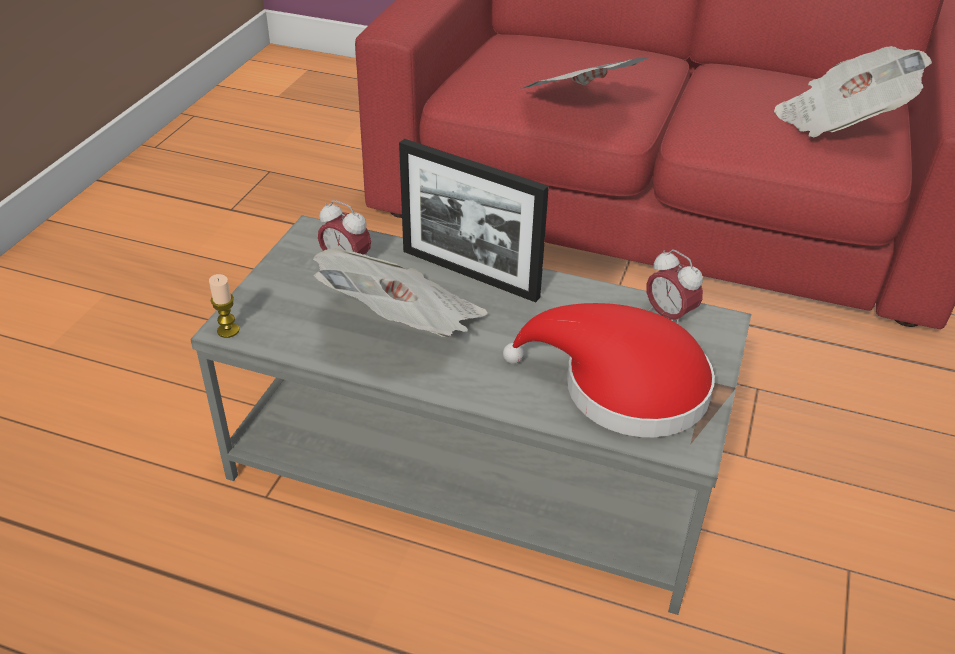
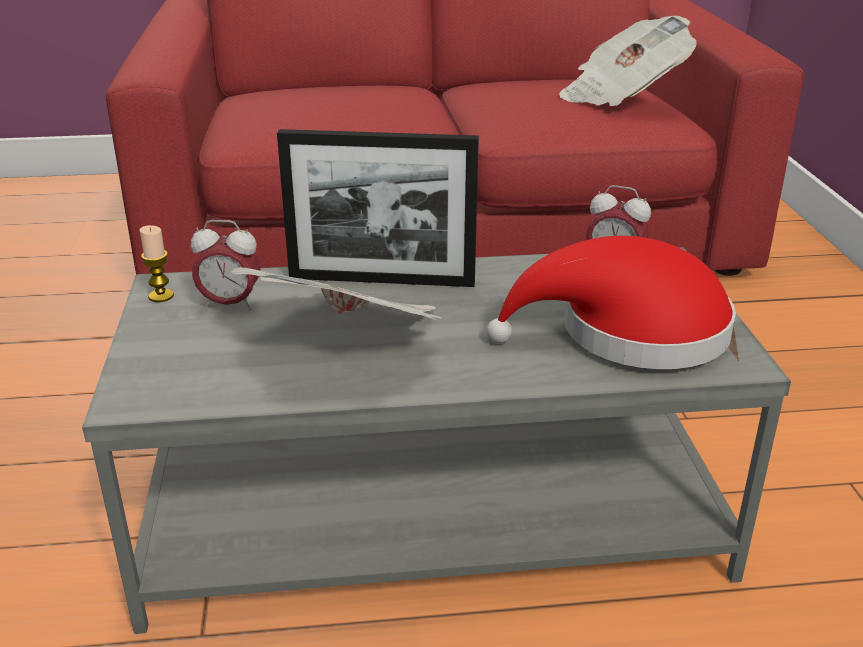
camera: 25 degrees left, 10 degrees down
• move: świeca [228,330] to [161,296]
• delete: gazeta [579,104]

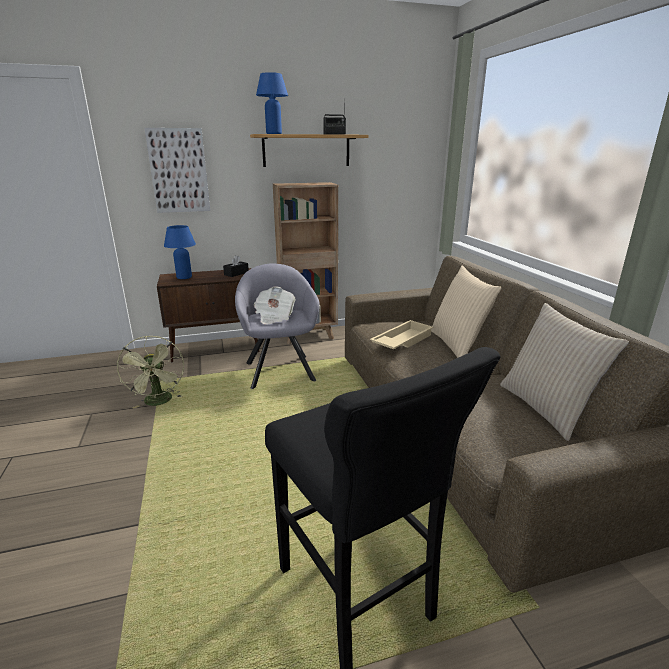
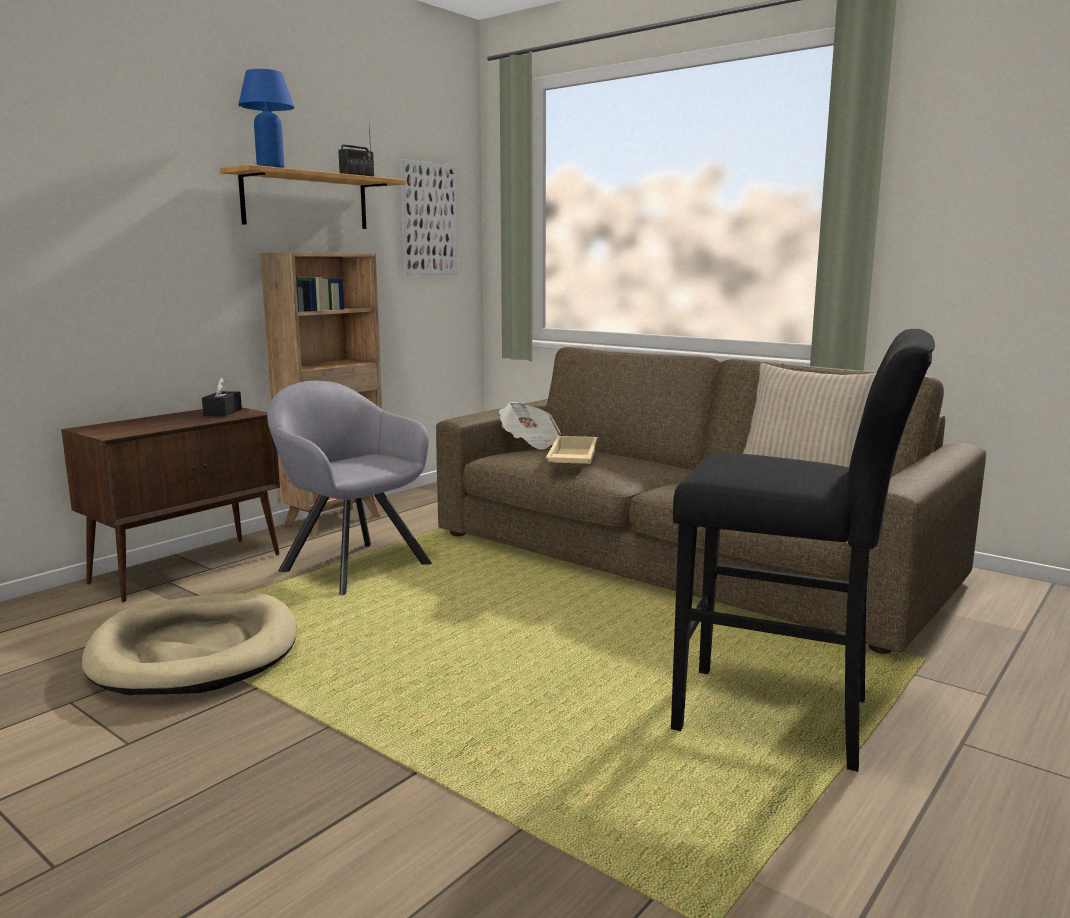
camera: 35 degrees left, 10 degrees down
• replace: wentylator/zielony [159,402] to legowisko/beżowy [196,651]
• move: obraz [179,171] to [428,219]
• delete: lampa stołowa/niebieski [184,277]
• move: gazeta [274,316] to [530,443]
• delete: poduszka/beżowy [457,345]

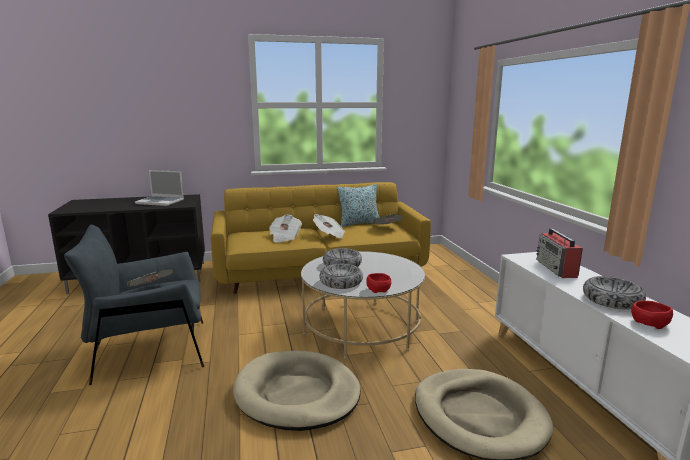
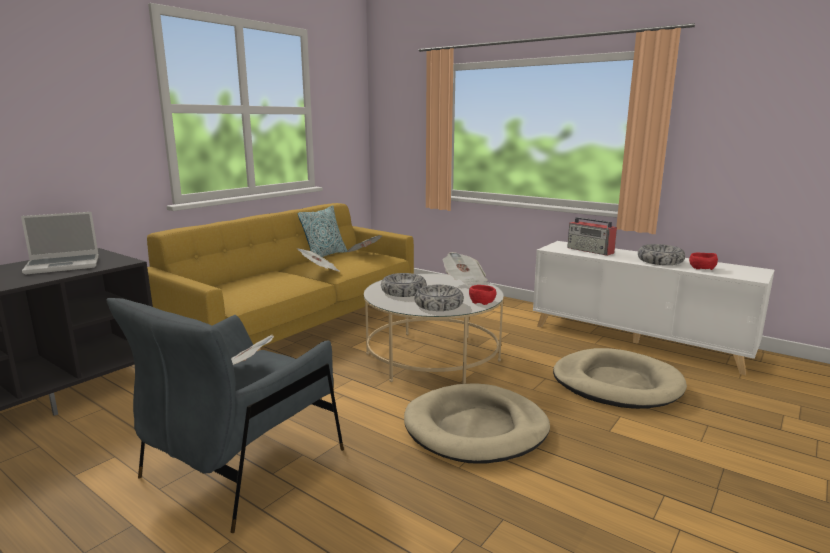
camera: 40 degrees left, 0 degrees up
• move: gazeta [284,237] to [464,282]

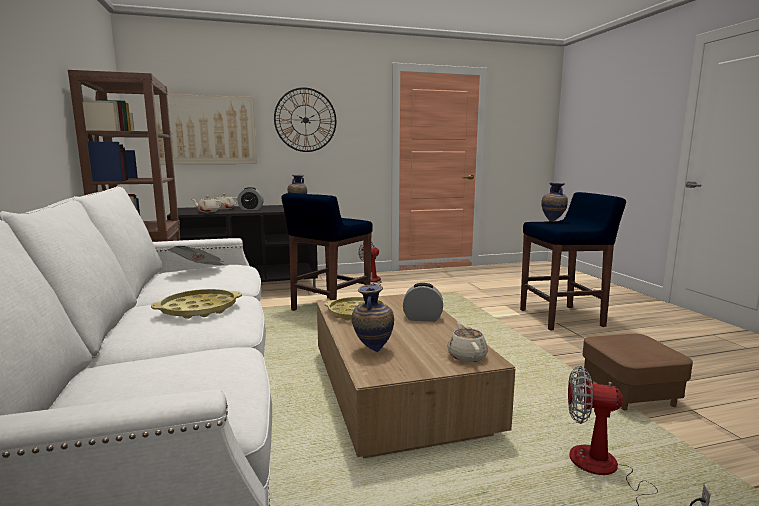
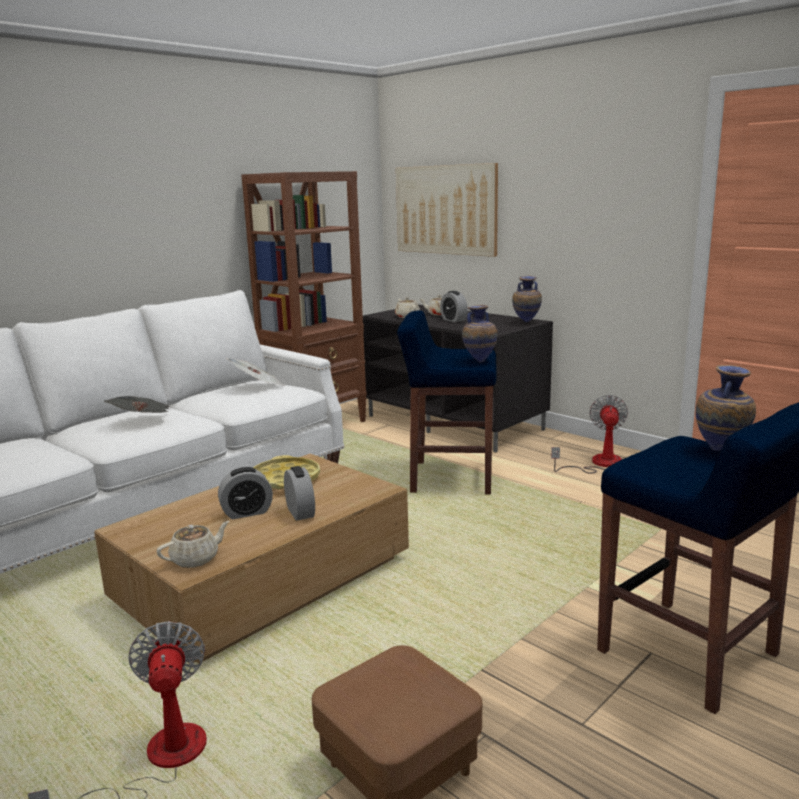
camera: 60 degrees right, 5 degrees up
• replace: taca/żółty [199,309] to gazeta [143,421]
• delete: zegar ścienny [305,120]
• move: wazon [372,350] to [479,361]
• insert: budzik [247,512]

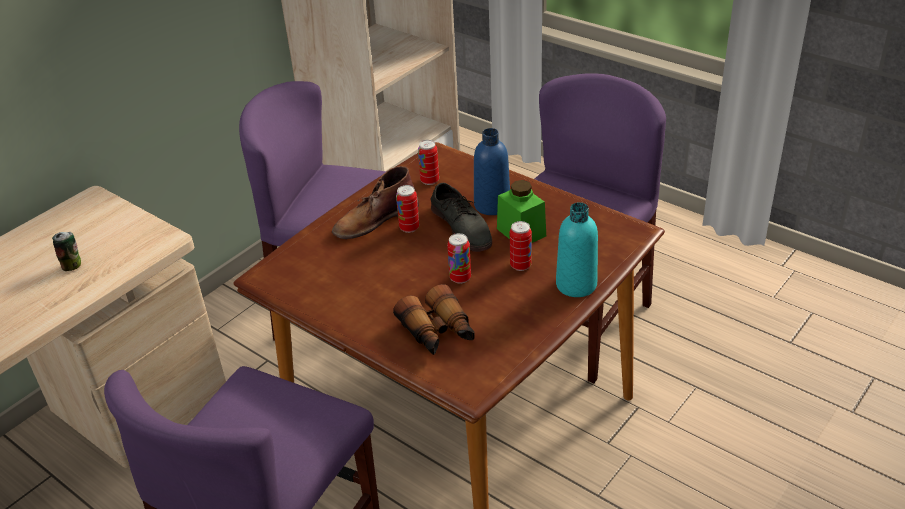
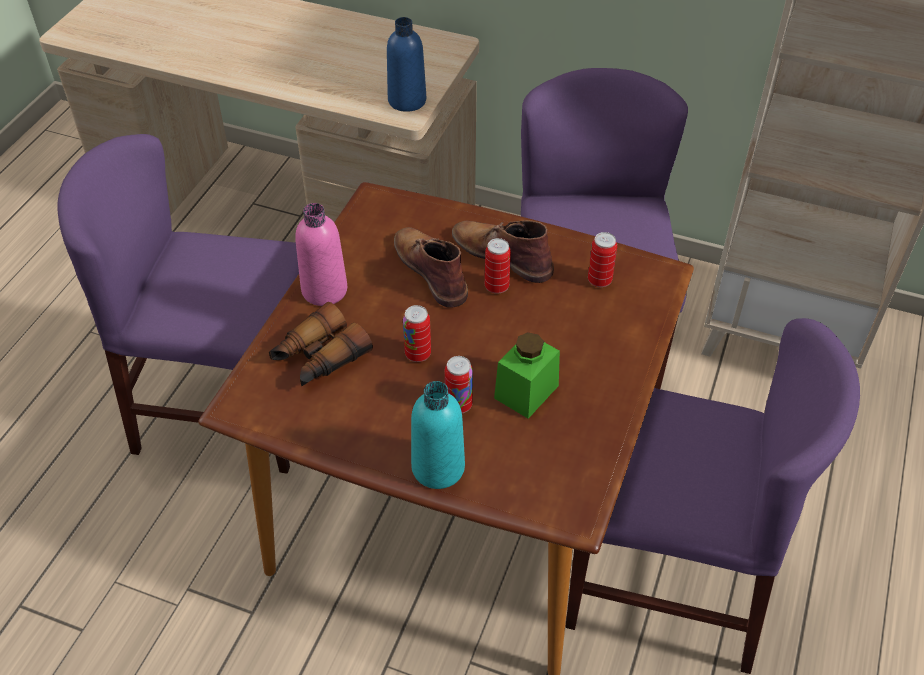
camera: 70 degrees right, 10 degrees up
• delete: puszka [72,265]
• delete: but/szary [462,226]
• move: butelka/niebieski [492,205] to [407,101]
• insert: butelka/różowy [324,290]
• insert: but z cholewką/brązowy [430,269]

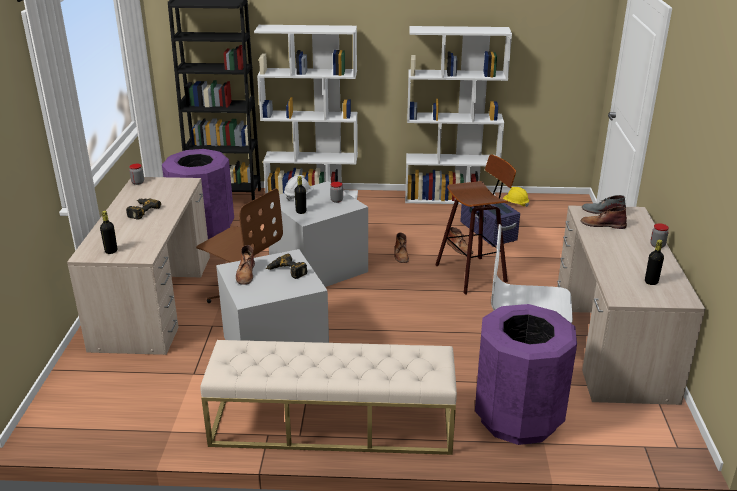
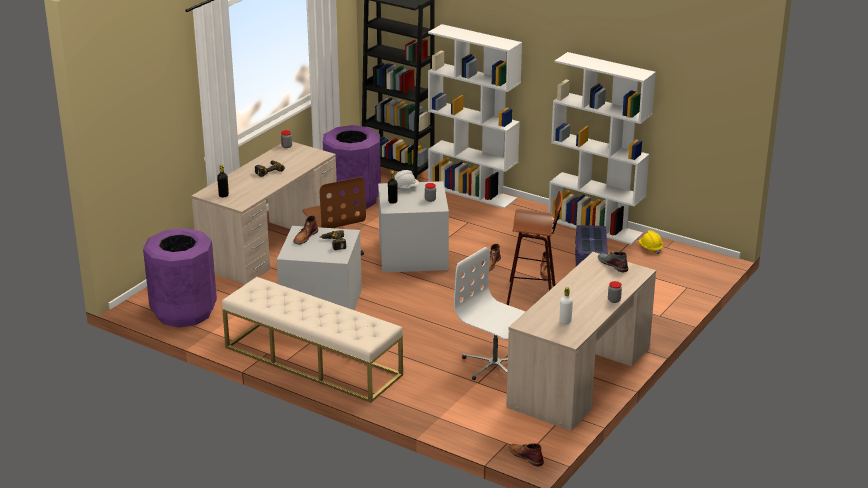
camera: 30 degrees right, 0 degrees up
• move: kosz na śmieci/fioletowy [518,418] to [184,312]
• move: but z cholewką/brązowy [602,224] to [526,456]
• recolor: butelka/czarny [651,282] to butelka/biały [565,322]

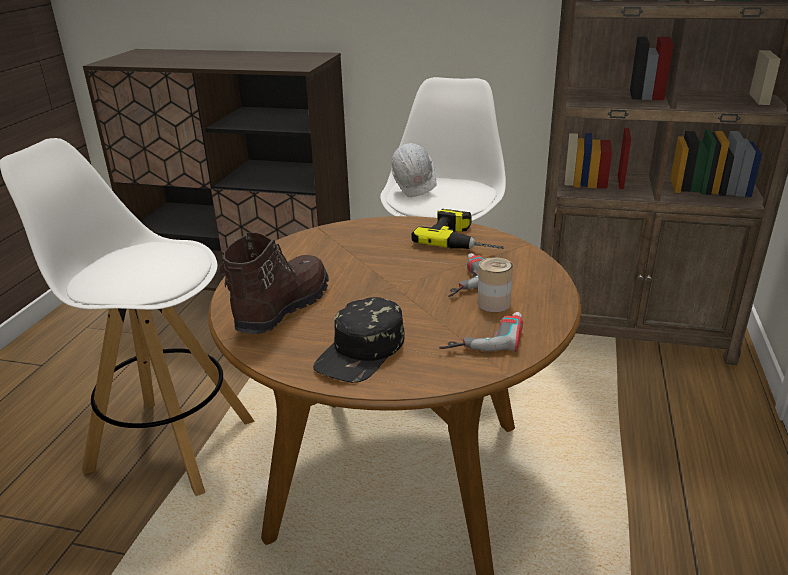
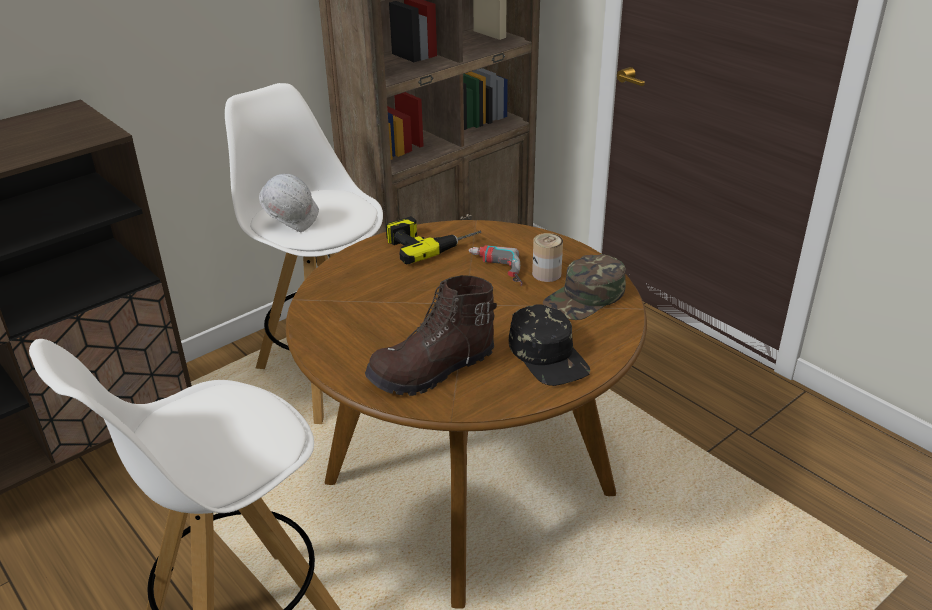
camera: 55 degrees left, 5 degrees up
• rotate: but z cholewką/brązowy [281,308] = [433,371] 90 degrees counterclockwise
• replace: wiertarka [483,336] to czapka z daszkiem/zielony [585,297]

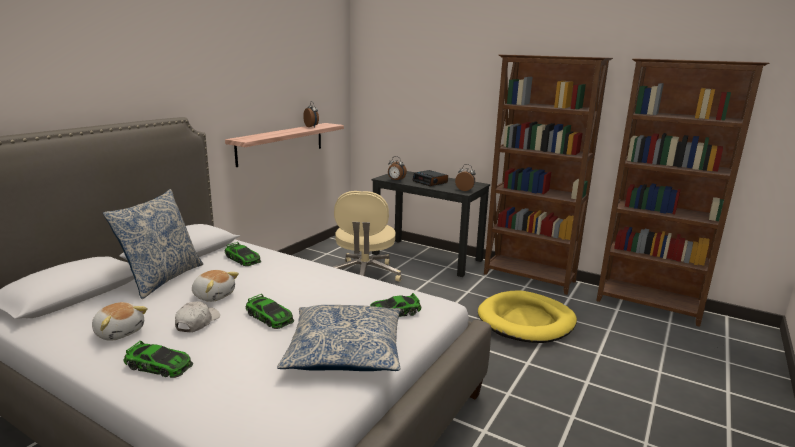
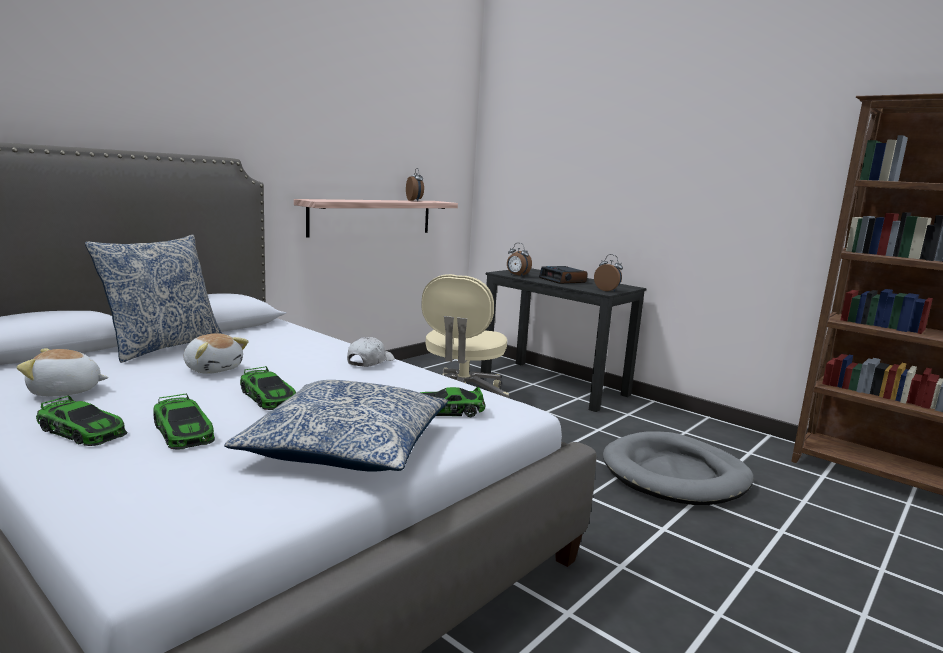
camera: 10 degrees right, 5 degrees down
• rotate: pluszak [120,332] = [65,391] 120 degrees clockwise
• move: czapka z daszkiem/biały [197,322] to [370,361]
• move: samochodzik [243,259] to [183,431]
• recolor: legowisko/żółty [526,321] to legowisko/szary [675,474]
• delete: regał/brązowy [529,278]

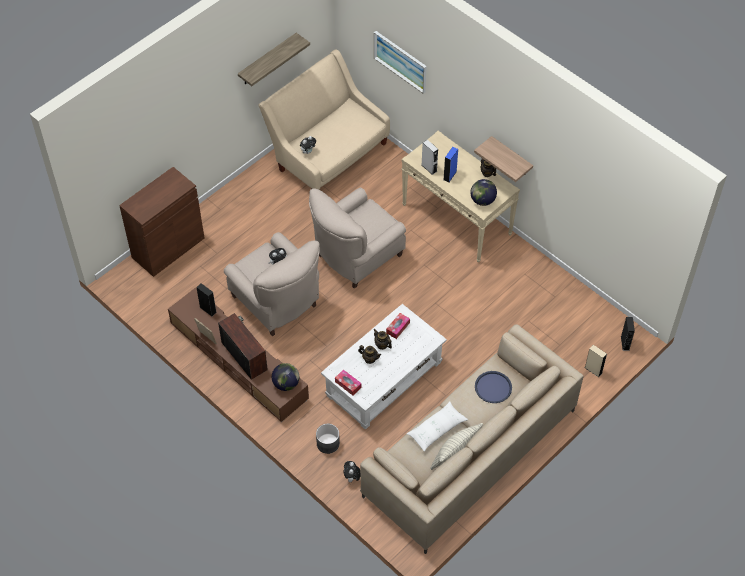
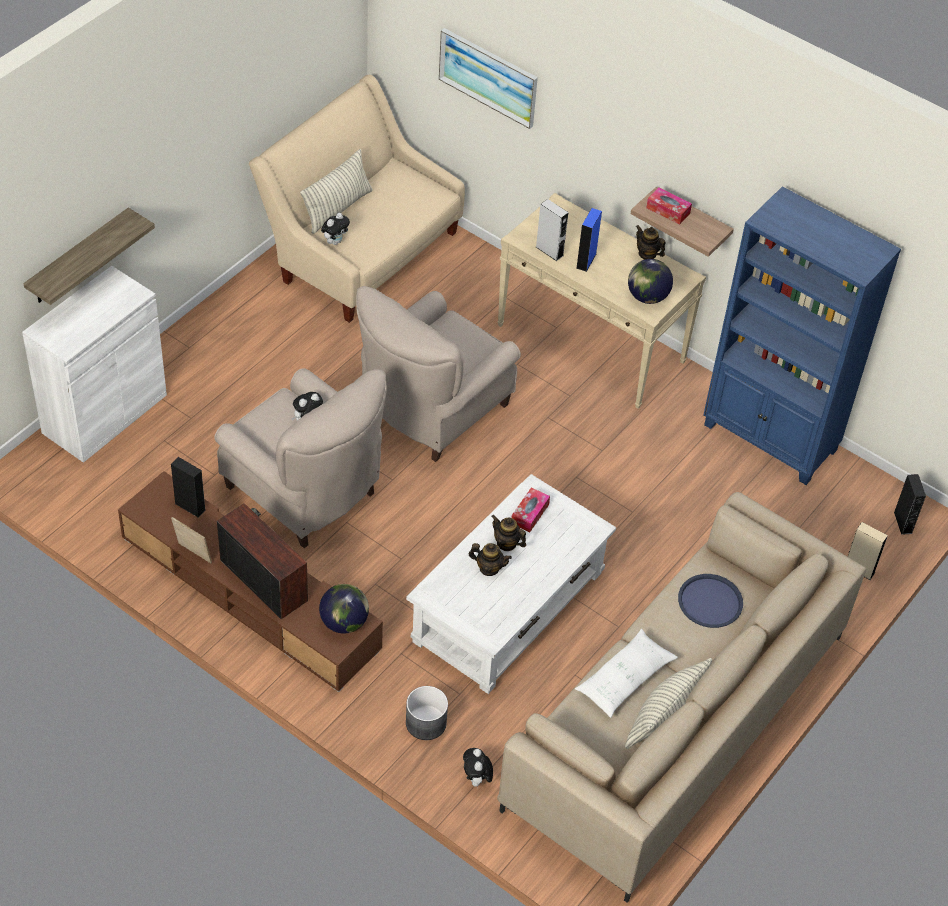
camera: 10 degrees left, 5 degrees down
• recolor: szafka/brązowy [168,248] to szafka/biały [104,414]
• move: półka [267,60] to [78,257]
• move: pudełko chusteczek [348,384] to [668,210]
• insert: poduszka [337,209]
• insert: regał/niebieski [770,439]

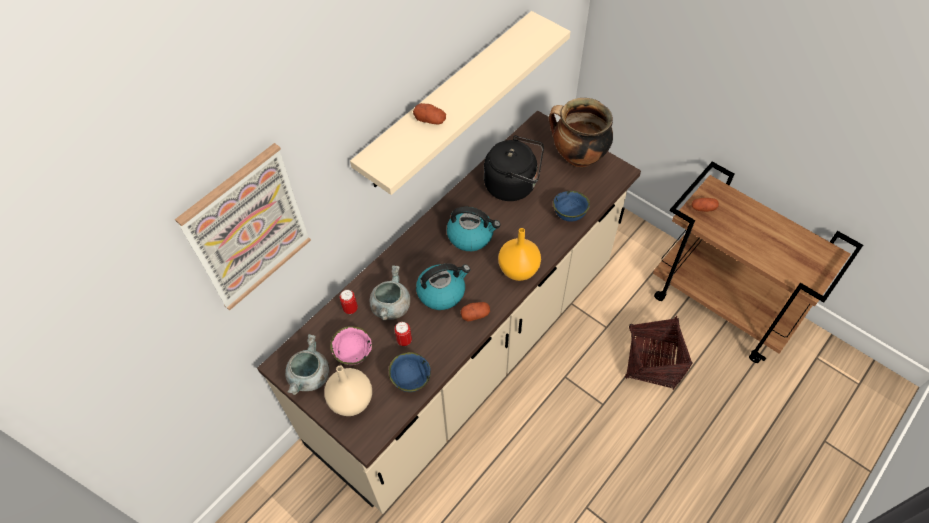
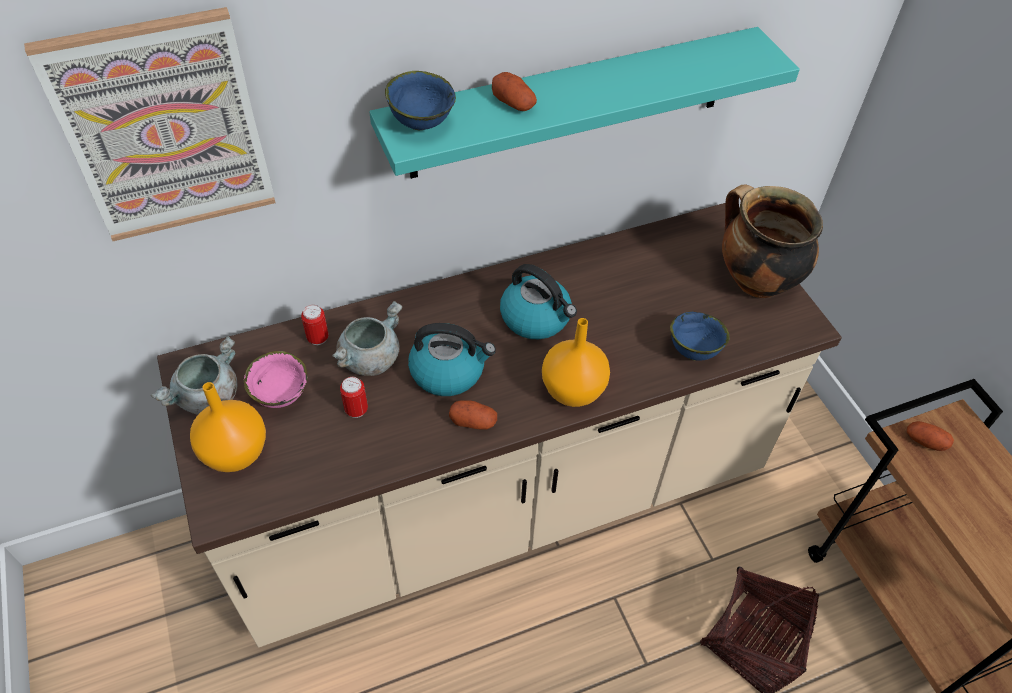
camera: 25 degrees right, 5 degrees down
• recolor: wazon/beżowy [352,401] to wazon/pomarańczowy [237,454]
• recolor: półka/beżowy [448,101] to półka/turkusowy [571,103]
• move: miska/niebieski [410,380] to [422,123]
• delete: czajnik/czarny [513,185]

